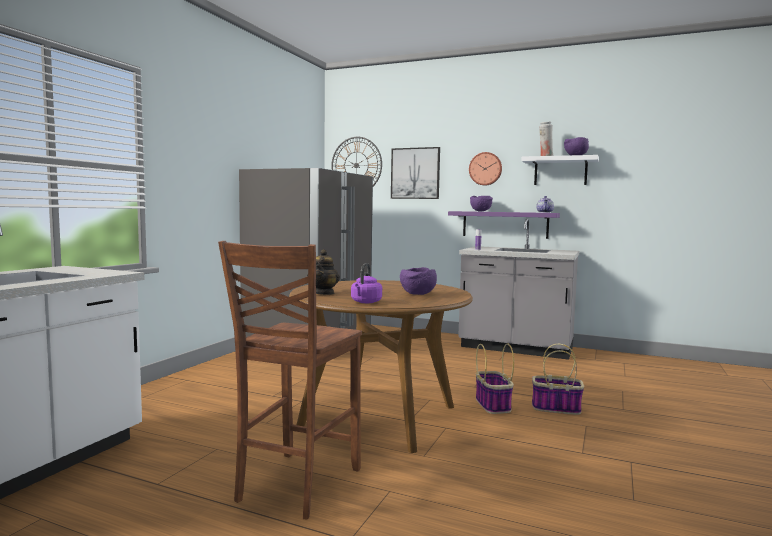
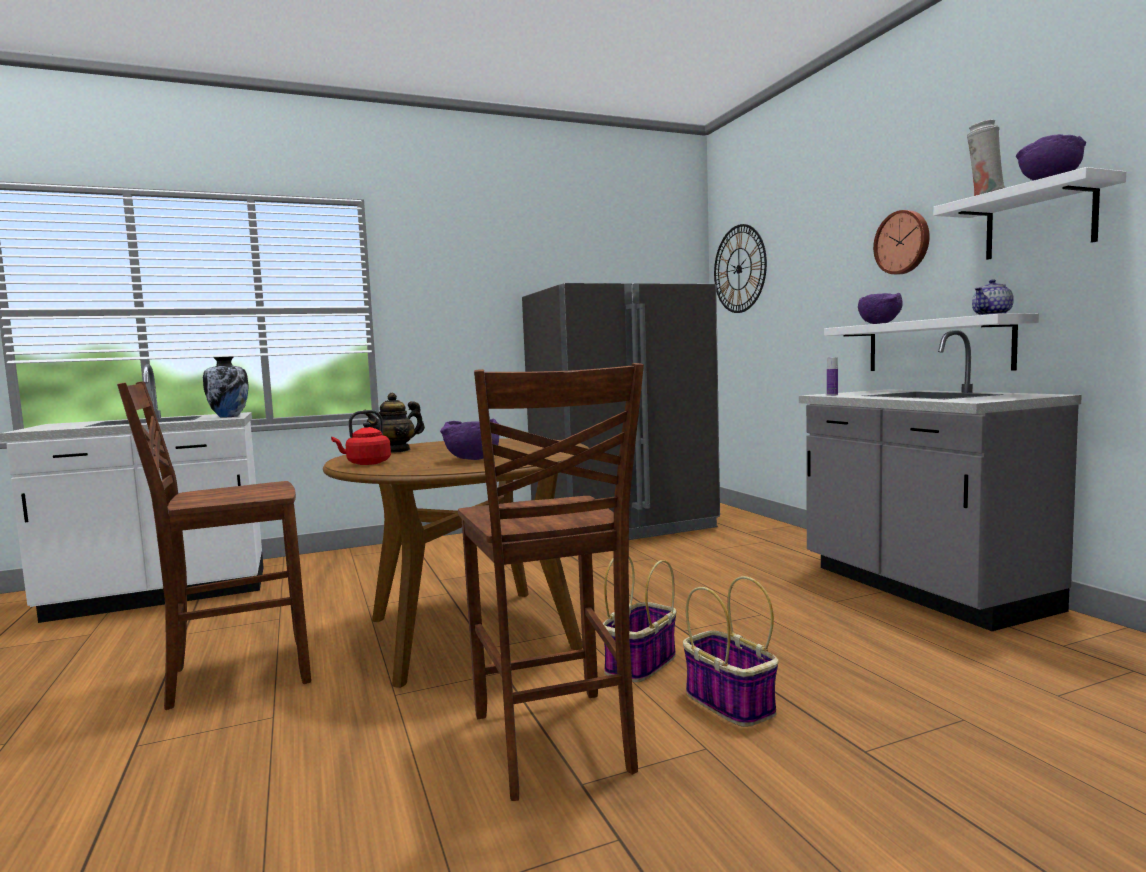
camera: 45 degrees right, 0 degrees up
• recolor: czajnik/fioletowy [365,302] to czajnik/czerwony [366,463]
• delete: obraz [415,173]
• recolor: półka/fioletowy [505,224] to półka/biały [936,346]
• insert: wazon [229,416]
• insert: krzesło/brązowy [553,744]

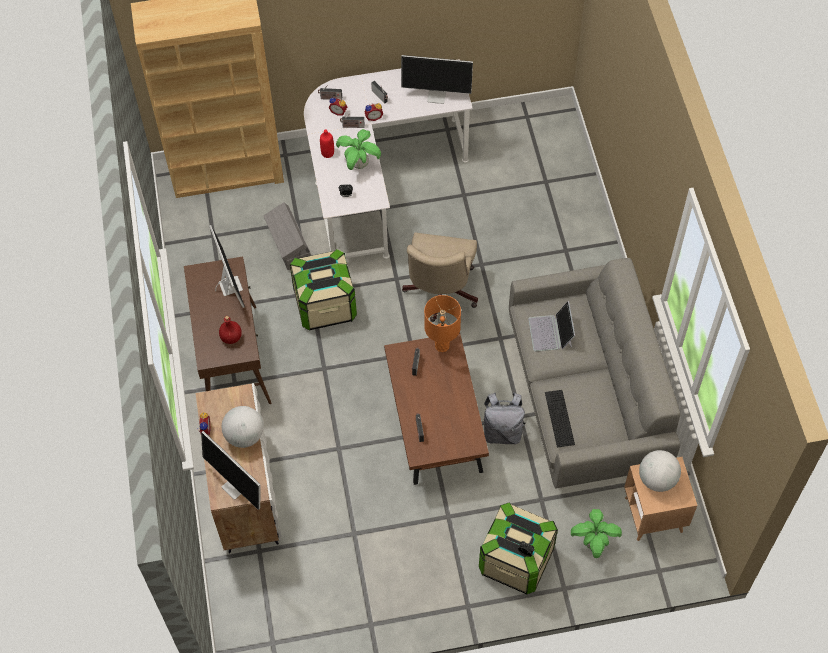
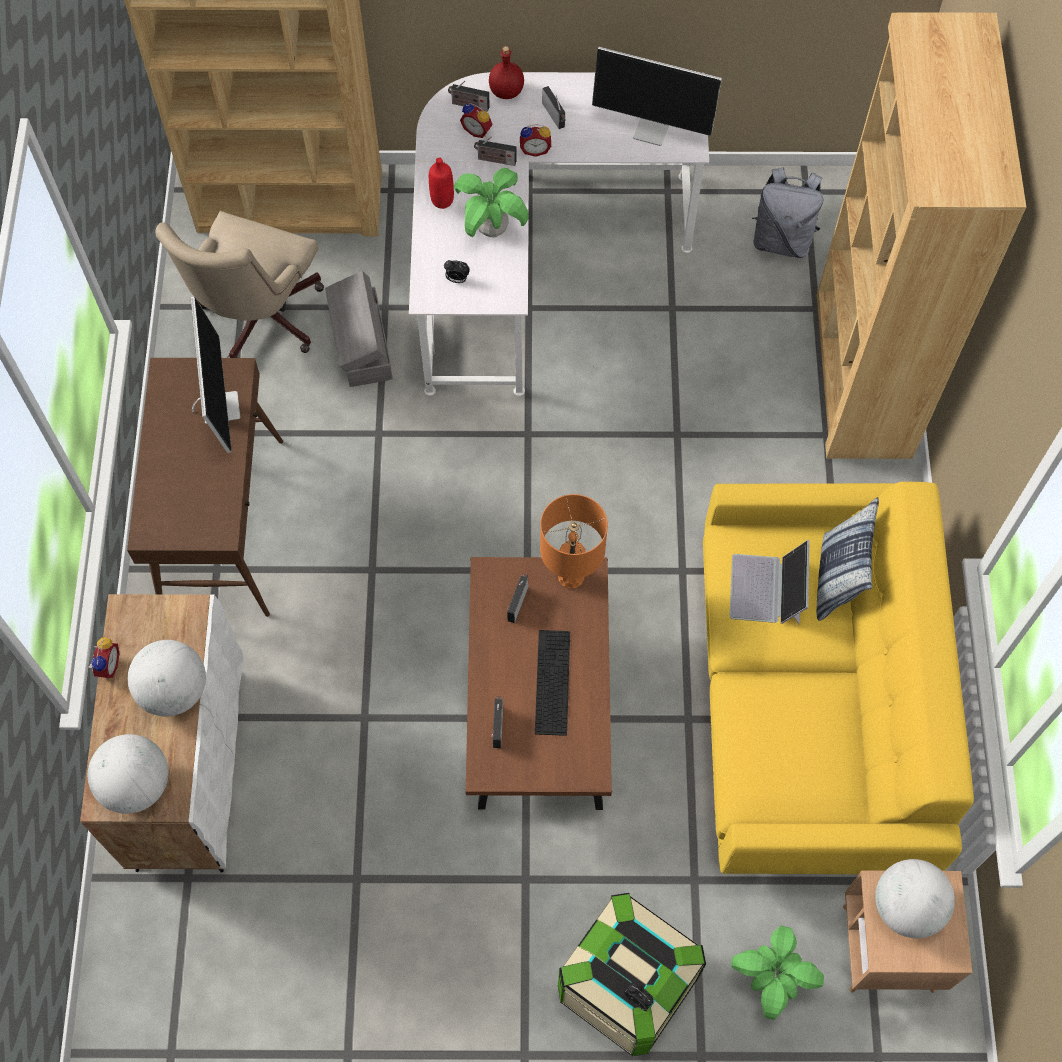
camera: 10 degrees right, 5 degrees up
• replace: monitor [236,486] to globus [137,785]
• move: butelka/czerwony [231,337] to [507,91]
• delete: pojemnik do przechowywania [325,305]
• move: krzesło biurowe/beżowy [440,294] to [257,321]
• move: plecak/szary [502,431] to [782,240]
• recolor: kanapa/szary [585,399] to kanapa/żółty [807,708]
• move: klawiatura [559,418] to [552,682]
• insert: poduszka [837,579]
• insert: regał/brązowy [861,375]

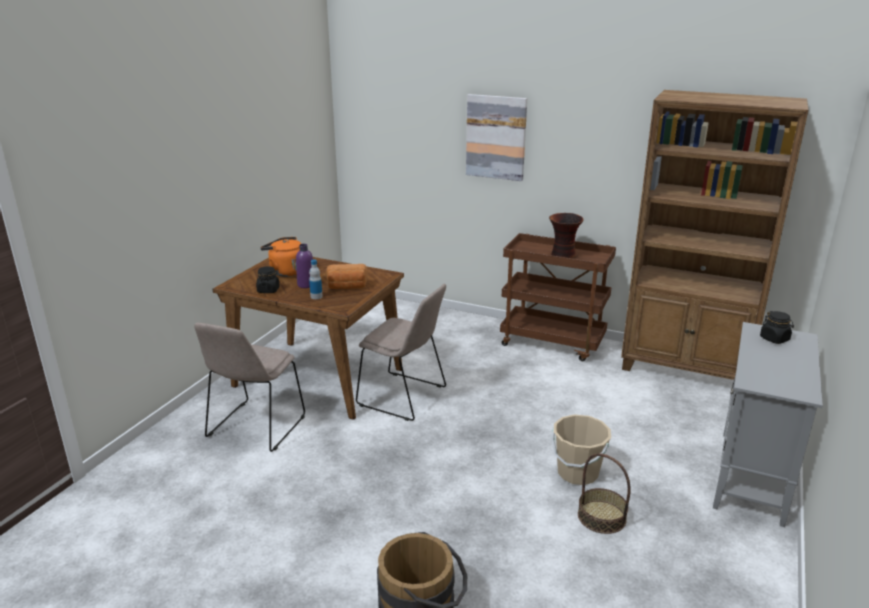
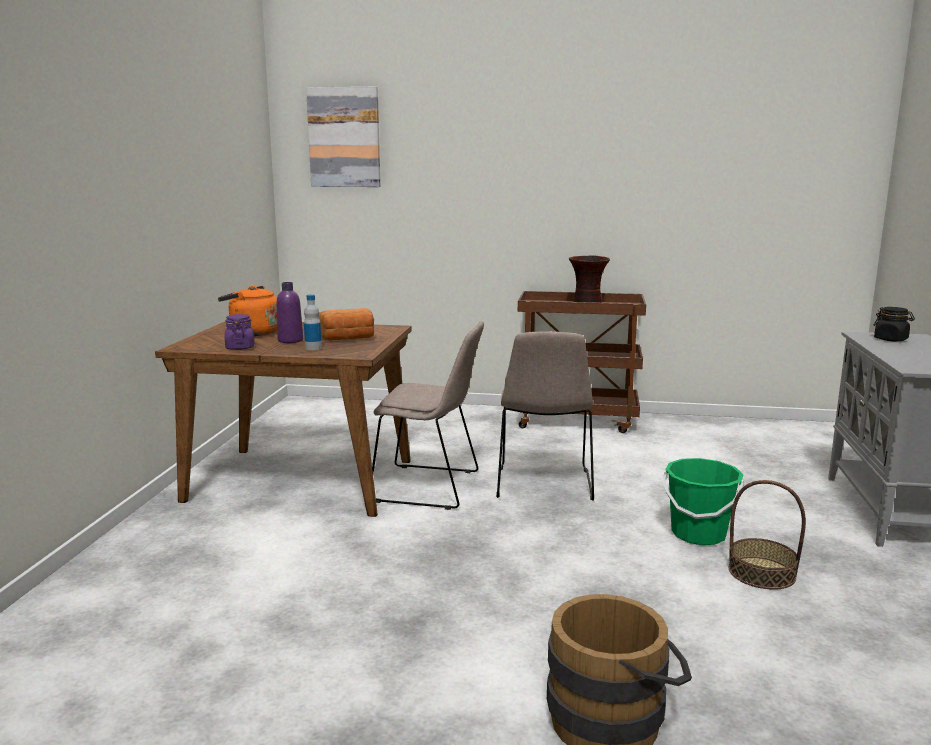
camera: 15 degrees left, 10 degrees down
• move: krzesło/beżowy [255,428] to [544,485]
• recolor: słoik/czarny [268,290] to słoik/fioletowy [240,347]
• move: obraz [496,137] to [344,137]
• recolor: wiadro/beżowy [577,473] to wiadro/zielony [698,534]
• delete: regał/brązowy [685,369]

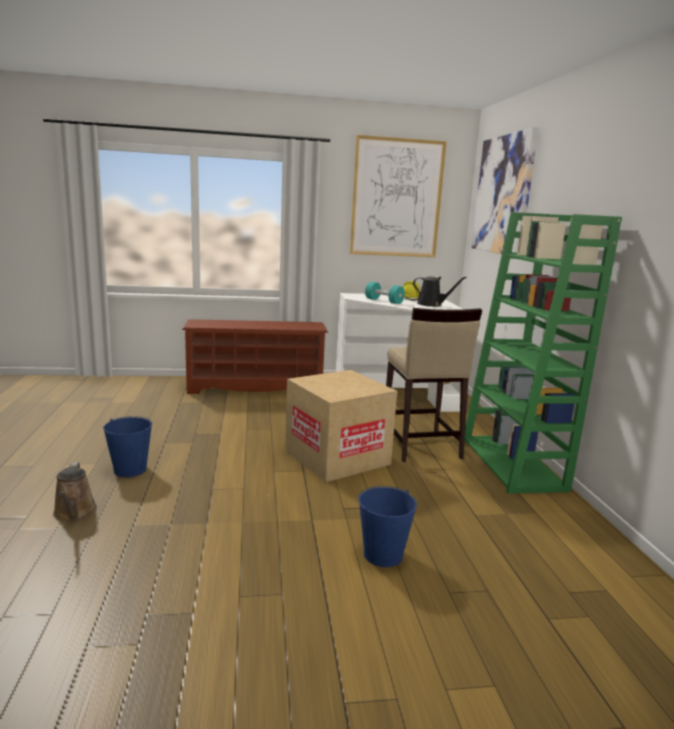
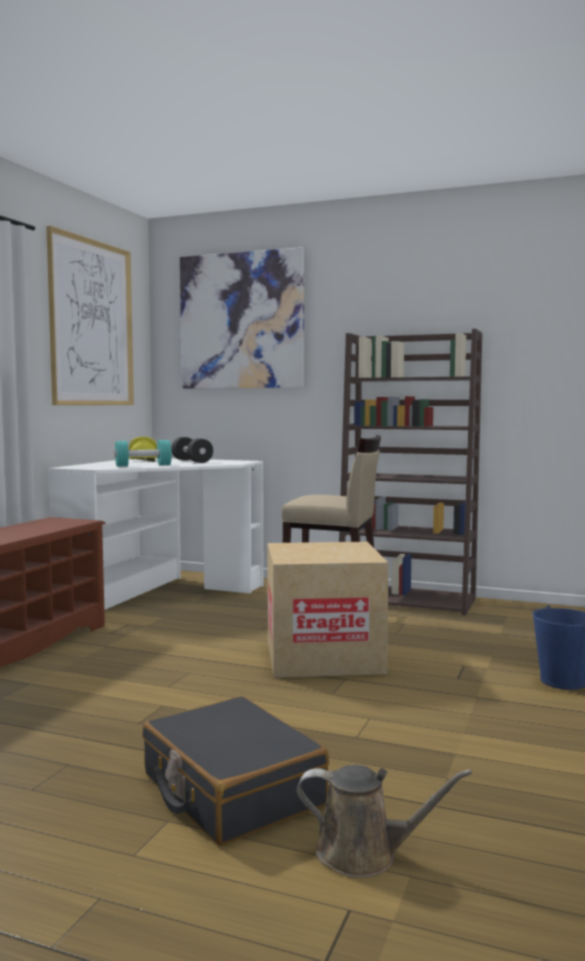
camera: 60 degrees left, 10 degrees down
• replace: wiadro/niebieski [130,470] to walizka/czarny [231,790]
• replace: konewka/czarny [431,304] to hantel/czarny [192,461]
• recolor: regał/zielony [513,464] to regał/brązowy [408,600]

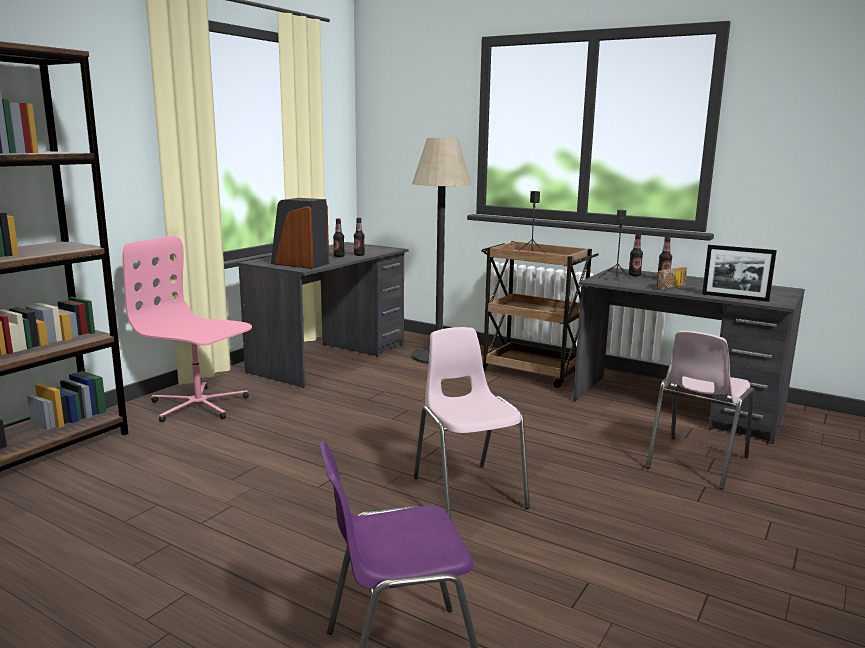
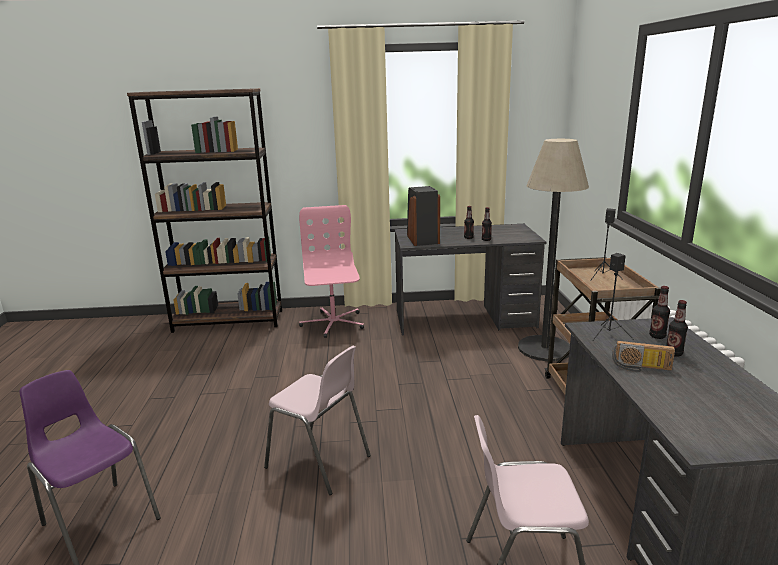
camera: 55 degrees right, 5 degrees up
• rotate: krzesło/różowy [468,492] = [319,462] 90 degrees clockwise
• delete: ramka na zdjęcie [735,297]

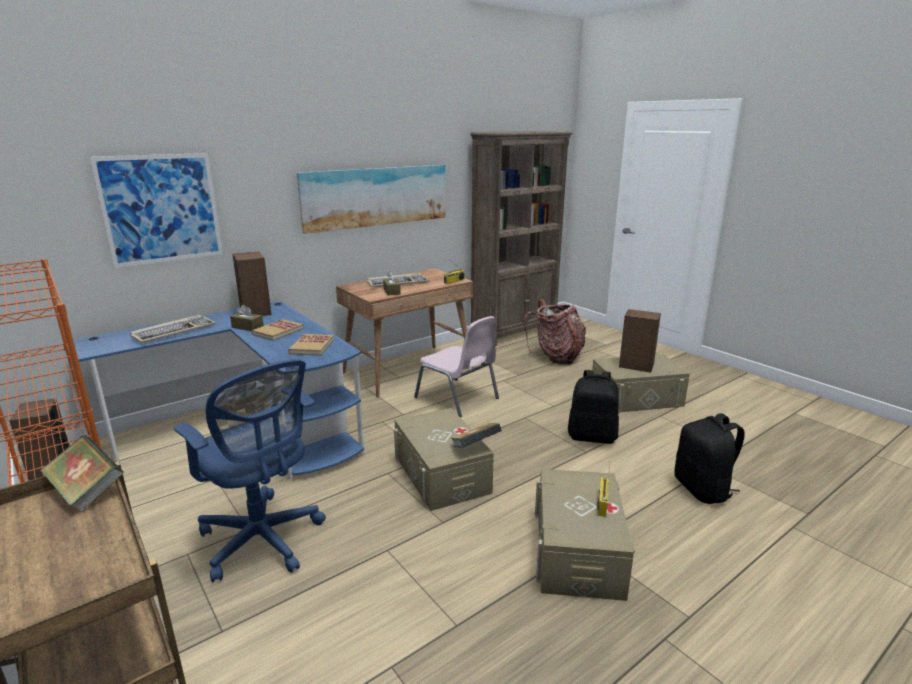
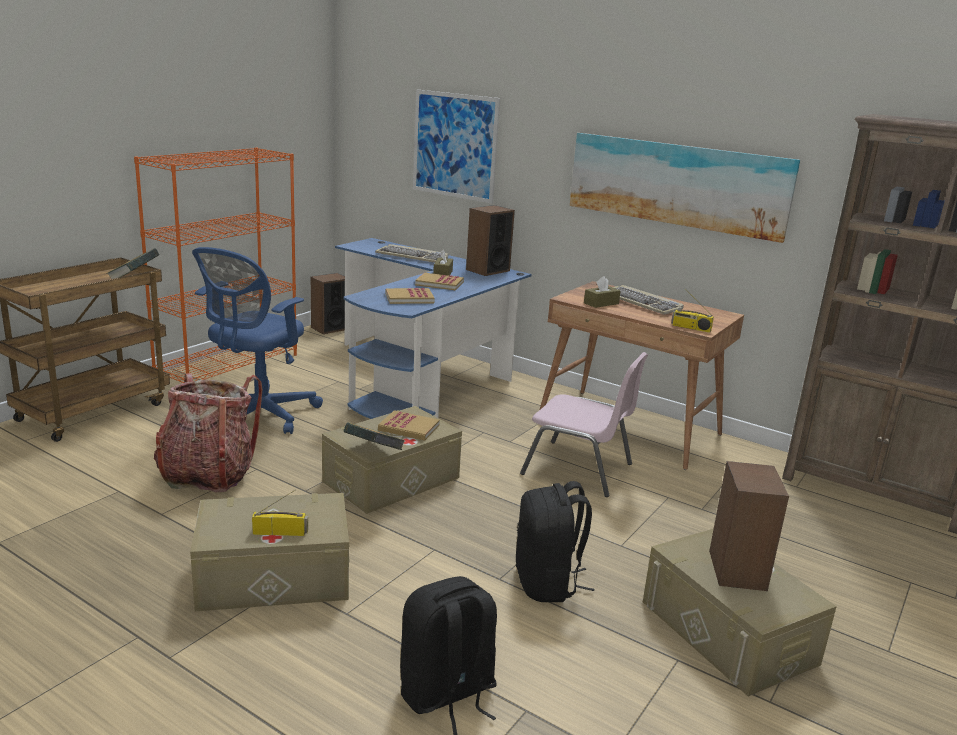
camera: 70 degrees right, 0 degrees up
• rotate: krzesło/różowy [458,398] = [579,469] 90 degrees counterclockwise
• move: plecak [556,356] to [208,475]
• insert: książka [408,428]

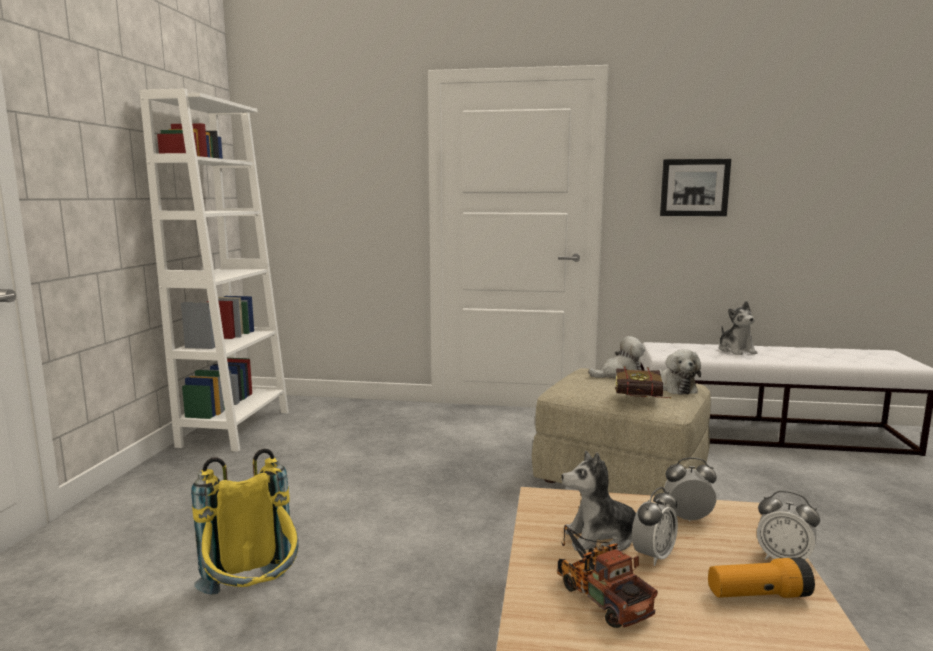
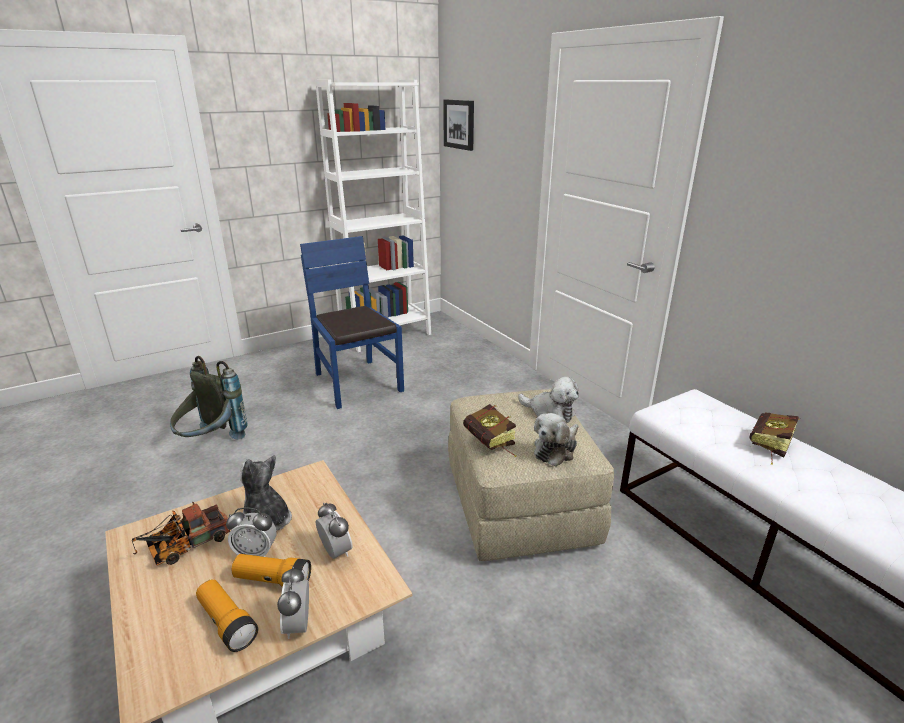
camera: 50 degrees right, 15 degrees up
• recolor: plecak/żółty [253,599] to plecak/szary [212,443]
• rotate: ciężarówka zabawkowa [598,595] = [185,547] 150 degrees counterclockwise
• move: obraz [694,187] to [459,124]
• replace: pluszak [736,350] to książka [768,447]
• insert: latarka [273,580]
• insert: krzesło/niebieski [357,383]

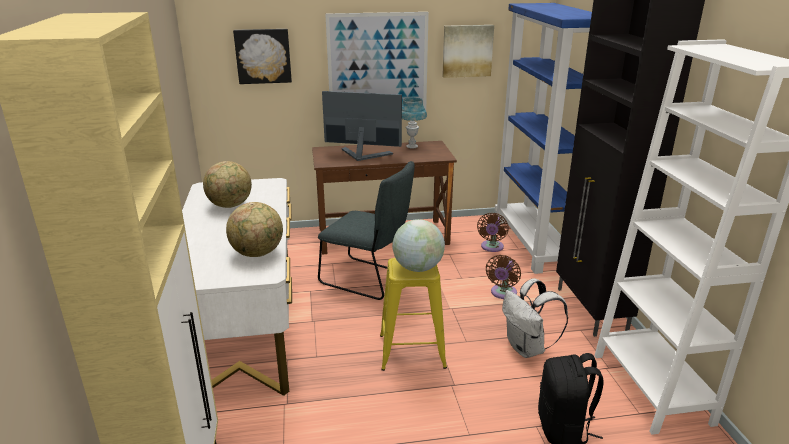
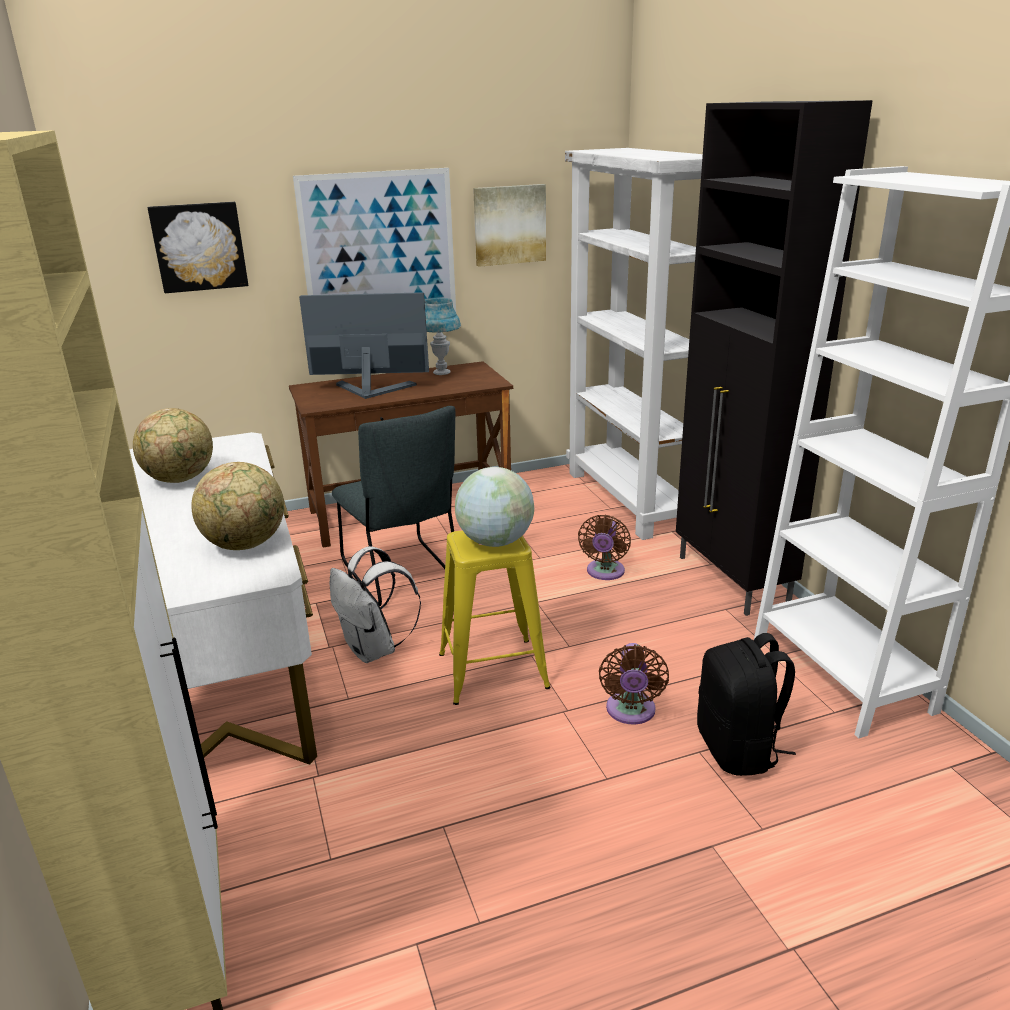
camera: 10 degrees left, 0 degrees up
• rotate: krzesło/szary [368,279] = [403,576] 45 degrees clockwise
• move: wentylator/brązowy [491,247] to [630,712]
• recolor: regał/niebieski [532,244] to regał/biały [629,500]
• move: plecak/biały [527,348] to [374,650]

